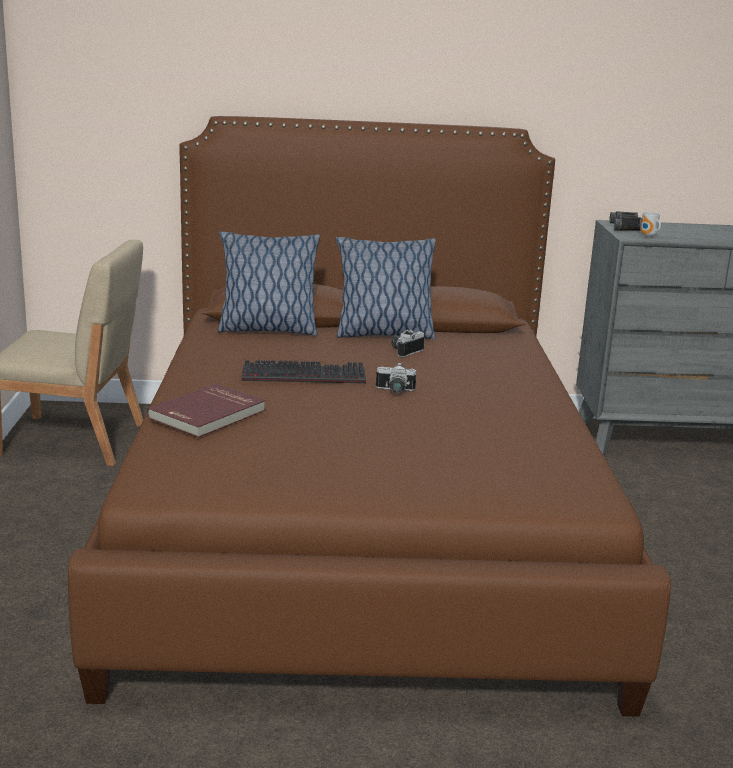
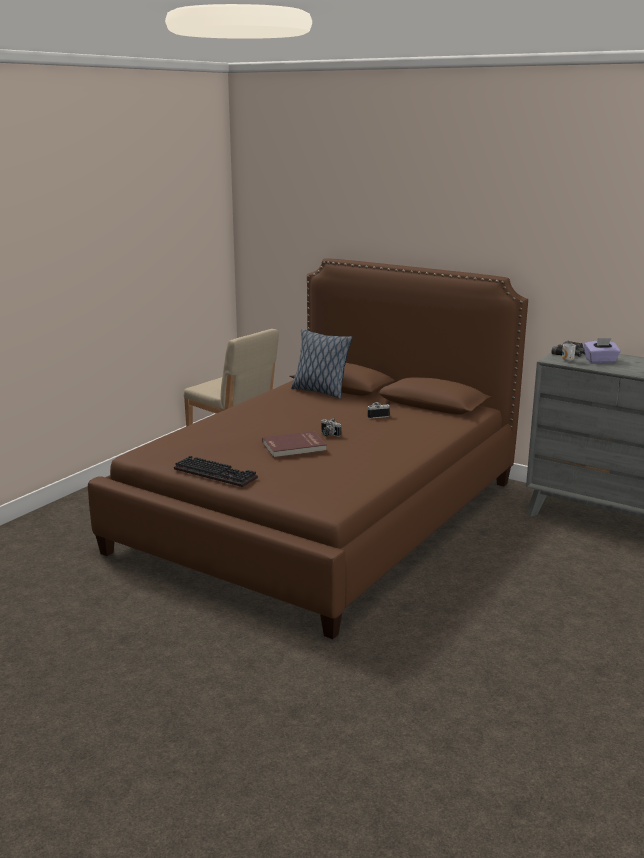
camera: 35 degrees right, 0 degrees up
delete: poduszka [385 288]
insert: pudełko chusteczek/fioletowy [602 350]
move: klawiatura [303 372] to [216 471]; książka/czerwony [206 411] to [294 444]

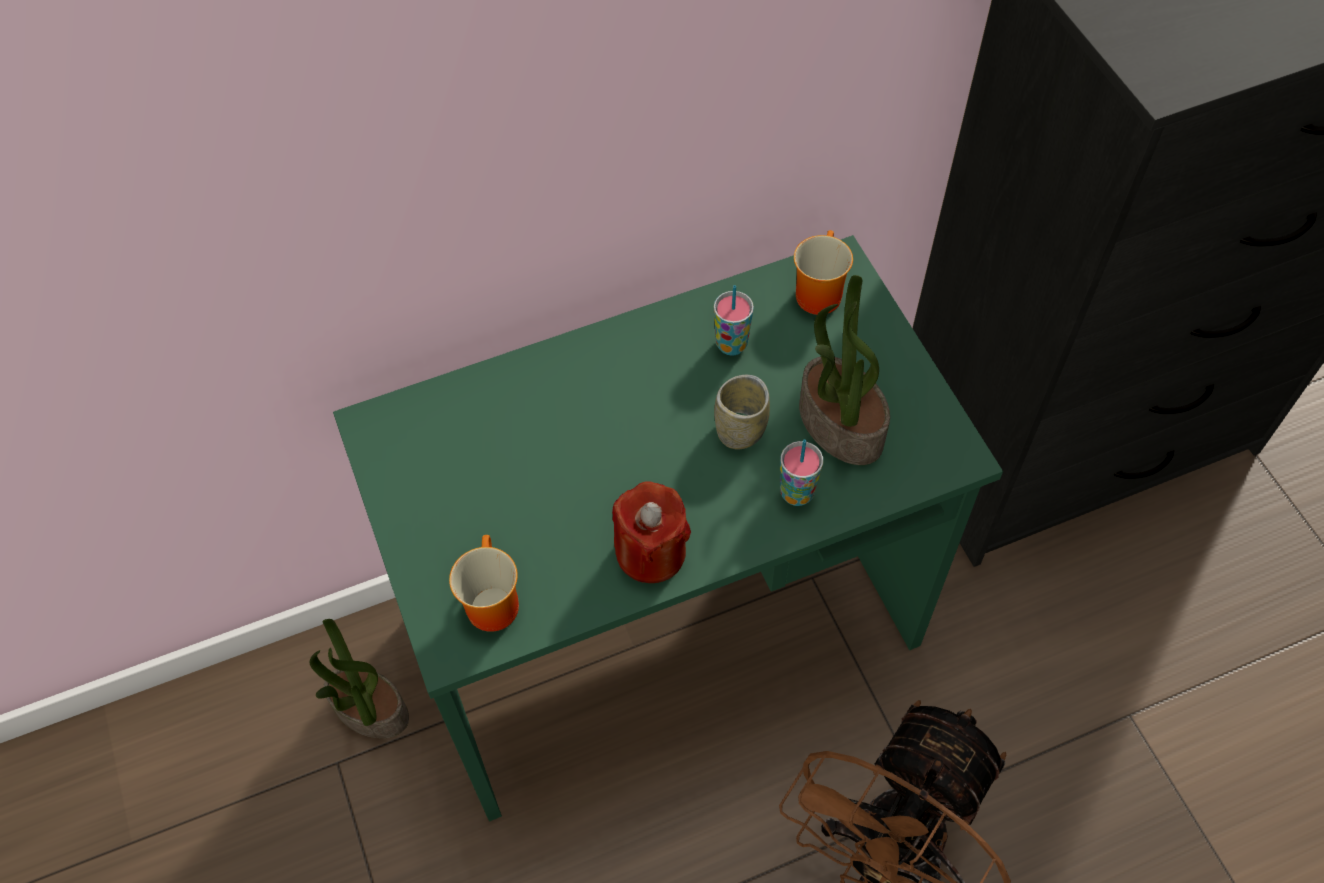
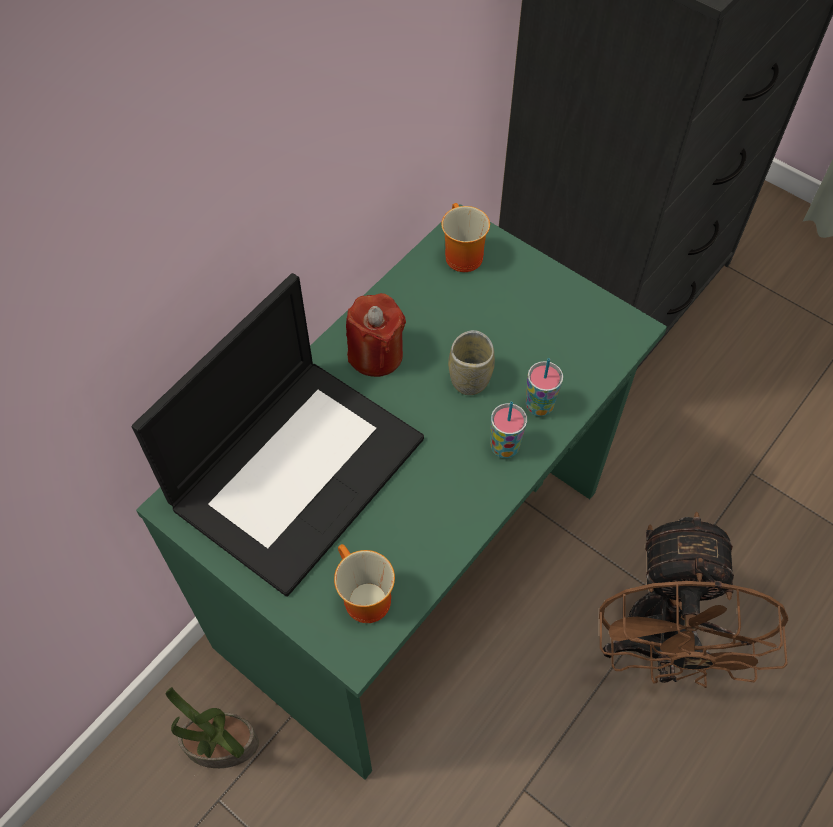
camera: 30 degrees left, 0 degrees up
delete: roślina doniczkowa [844 370]
insert: laptop [278 434]
move: filiżanka [734 320] to [509 430]; świeca/czerwony [651 532] to [376 335]

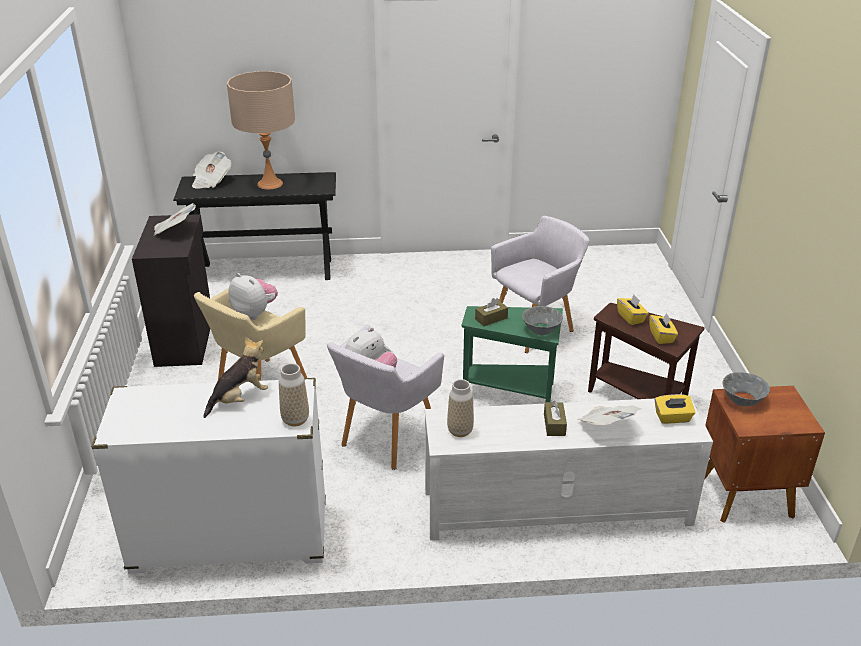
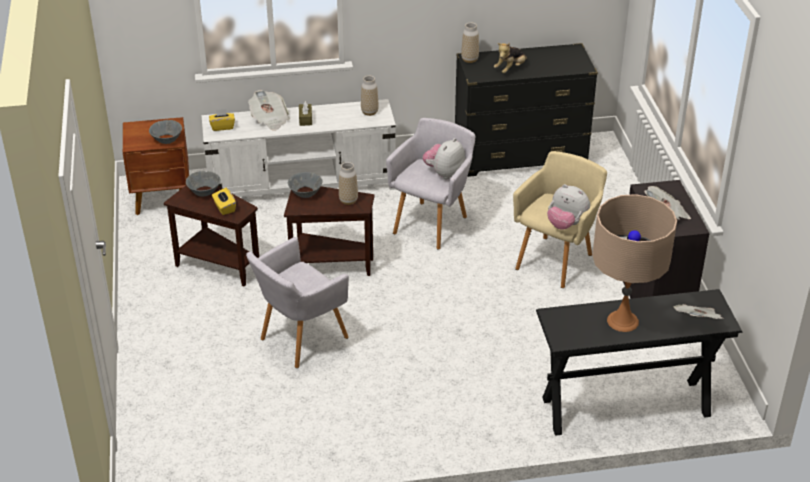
camera: 175 degrees right, 5 degrees up
replace: pudełko chusteczek/brązowy [491 312] to wazon [348 183]; pudełko chusteczek/żółty [664 328] to miska/szary [203 184]
recolor: stolik/zielony [512 354] to stolik/brązowy [329 231]; komoda/biały [208 476] to komoda/czarny [526 110]

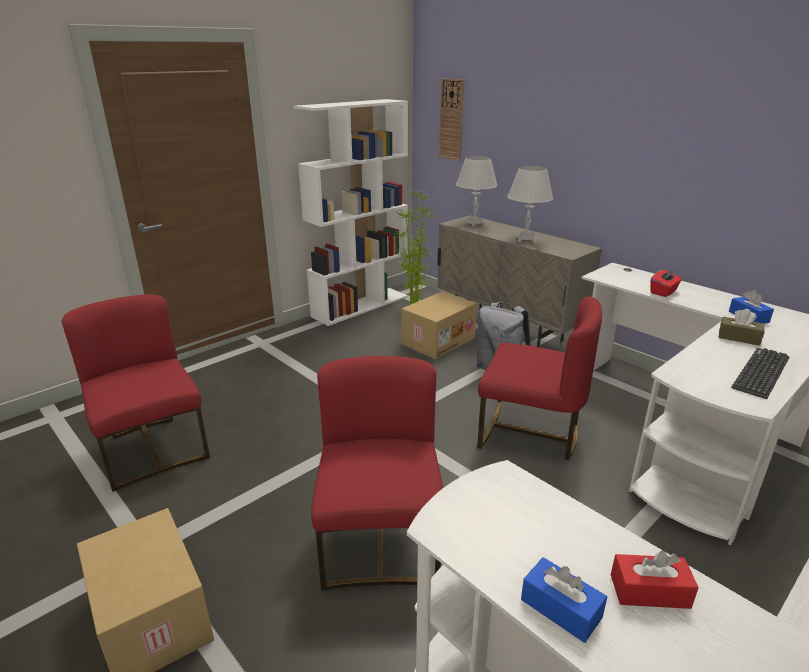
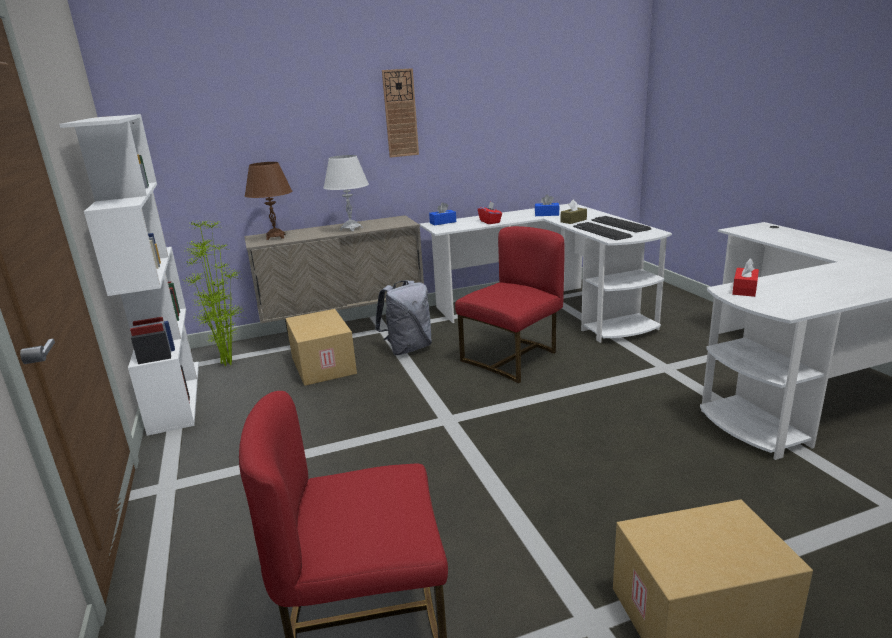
camera: 65 degrees left, 5 degrees down
delete: krzesło/czerwony [377 473]
insert: klawiatura [602 231]
move: zegar ścienny [451 119] to [400 113]; pudełko chusteczek/czerwony [655 580] to [745 277]; pudełko chusteczek/niebieski [564 600] to [442 213]
recolor: lampa stołowa/biały [477 191] to lampa stołowa/brązowy [268 201]

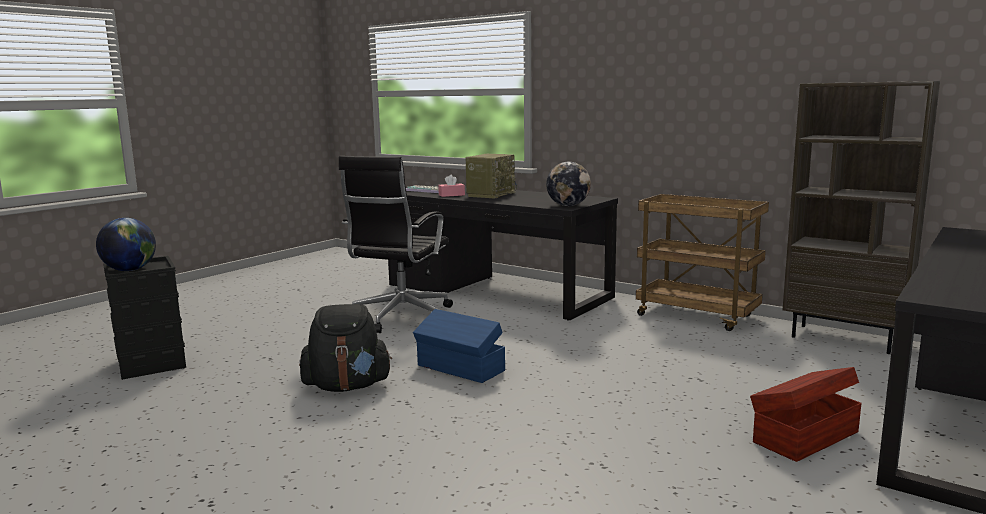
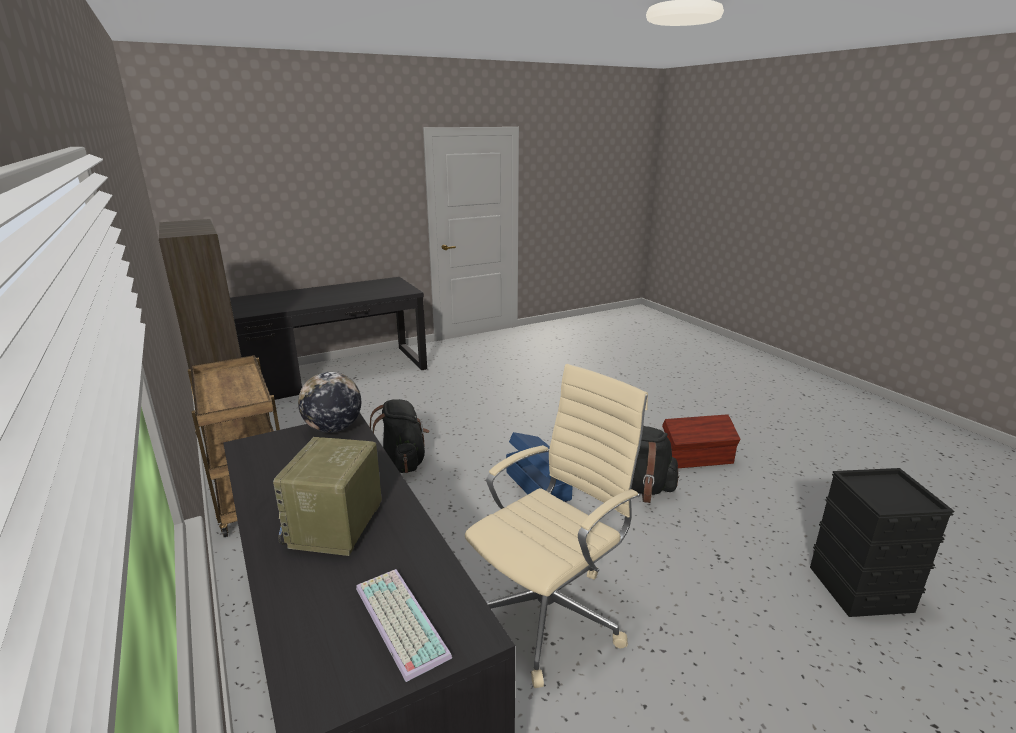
camera: 155 degrees left, 10 degrees up
delete: pudełko chusteczek/różowy [451 186]; globus [126 244]
insert: plecak/czarny [399 436]
move: pojemnik do przechowywania/brązowy [805 414] to [701 441]
recolor: krzesło biurowe/czarny [396 244] to krzesło biurowe/beżowy [556 526]
rotate: radio [491 176] = [327 496] 45 degrees counterclockwise

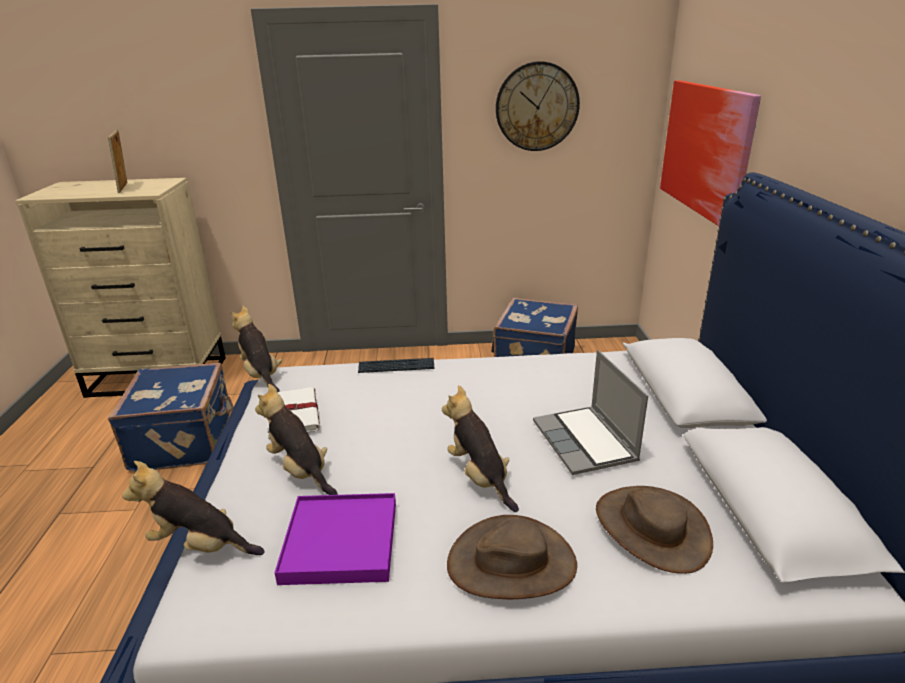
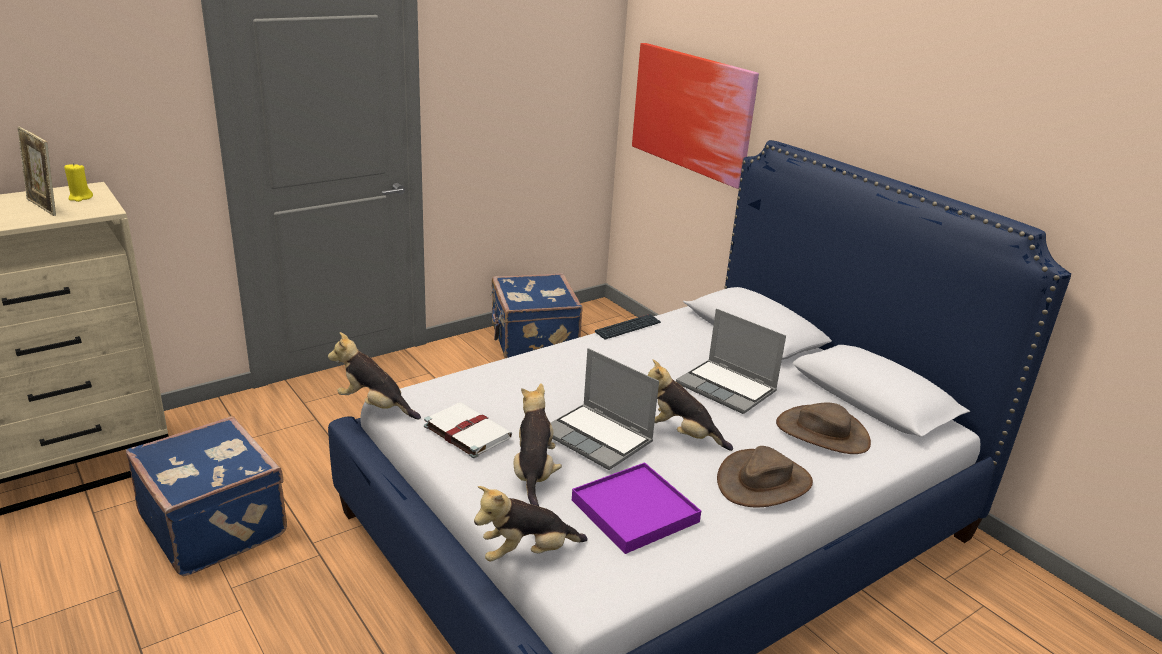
camera: 35 degrees left, 0 degrees up
delete: zegar ścienny [538 106]
insert: świeca/żółty [78 182]; laptop [605 409]
move: klawiatura [396 365] to [628 327]
rotate: pluszak [296 439] = [537 444] 75 degrees clockwise

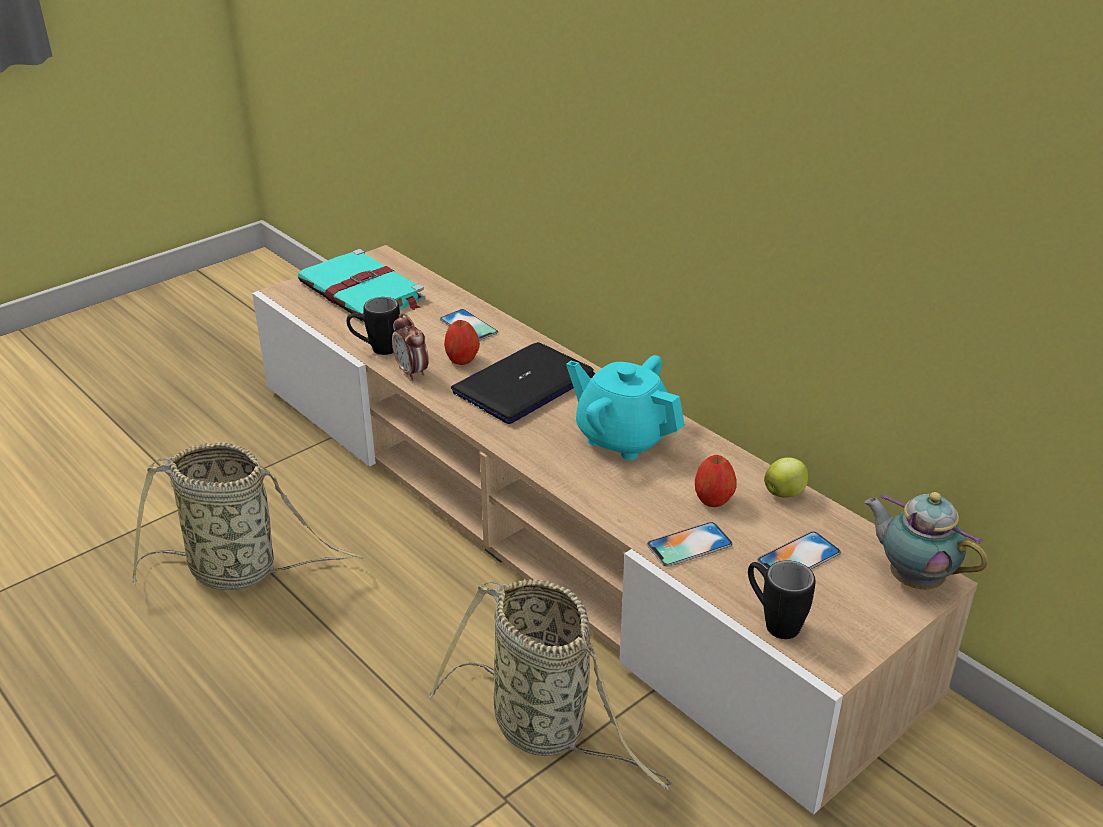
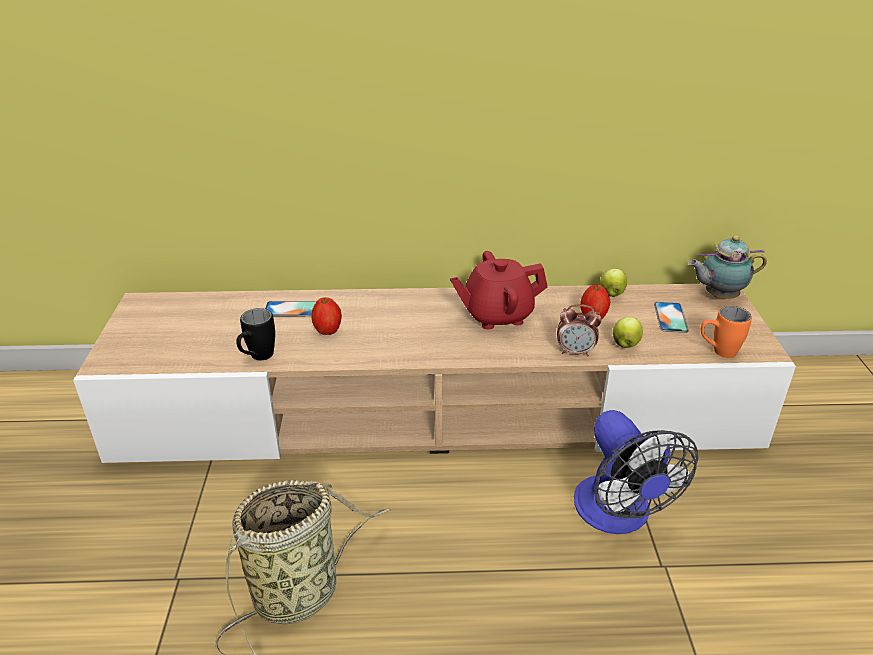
camera: 50 degrees left, 0 degrees up
delete: książka/turkusowy [361 285]; laptop [523 383]
move: budzik [410 347] to [579 330]
replace: telefon [690 544] to jabłko [628 332]; koszyk [550 684] to wentylator [636 472]
recolor: imbryk/turkusowy [625 407] to imbryk/czerwony [499 290]; kubek/czarny [782 599] to kubek/pomarańczowy [726 332]

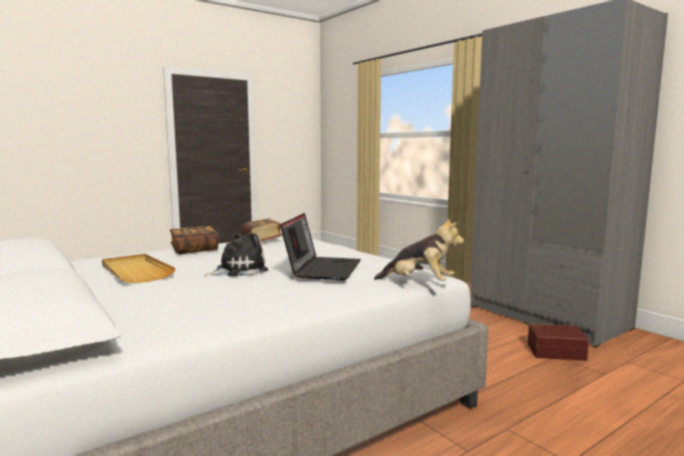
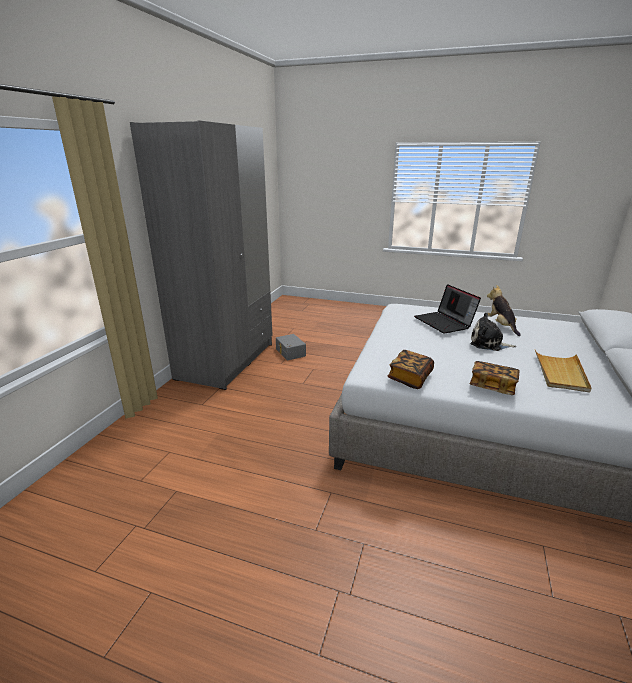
camera: 125 degrees left, 15 degrees up
move: pluszak [419 249] to [503 310]
recolor: pojemnik do przechowywania/brązowy [558 342] to pojemnik do przechowywania/szary [291 347]
rotate: laptop [320 246] = [447 309] 90 degrees counterclockwise

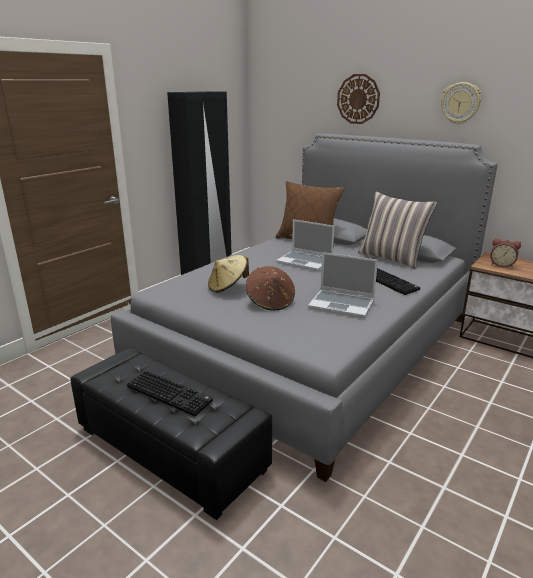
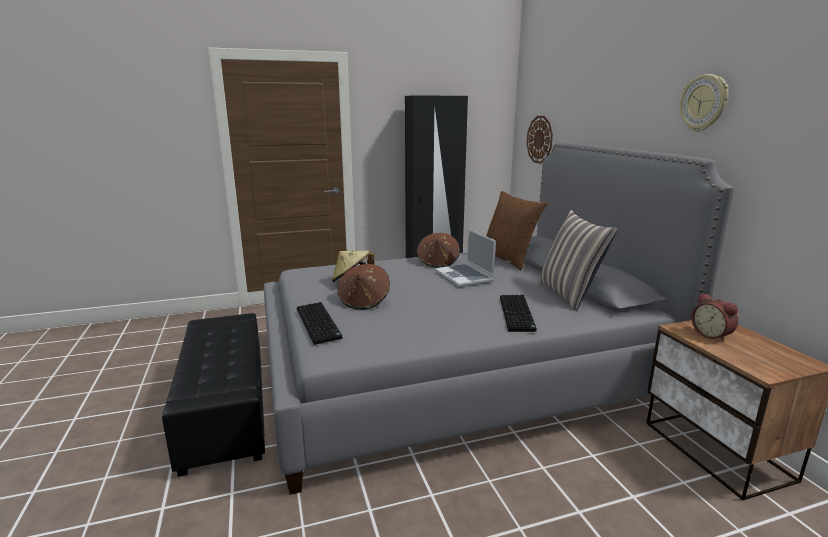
camera: 35 degrees right, 5 degrees down
delete: laptop [343 285]
insert: kapelusz/brązowy [438 250]
move: zegar ścienny [358 99] to [540 140]; klawiatura [170 393] to [320 323]

